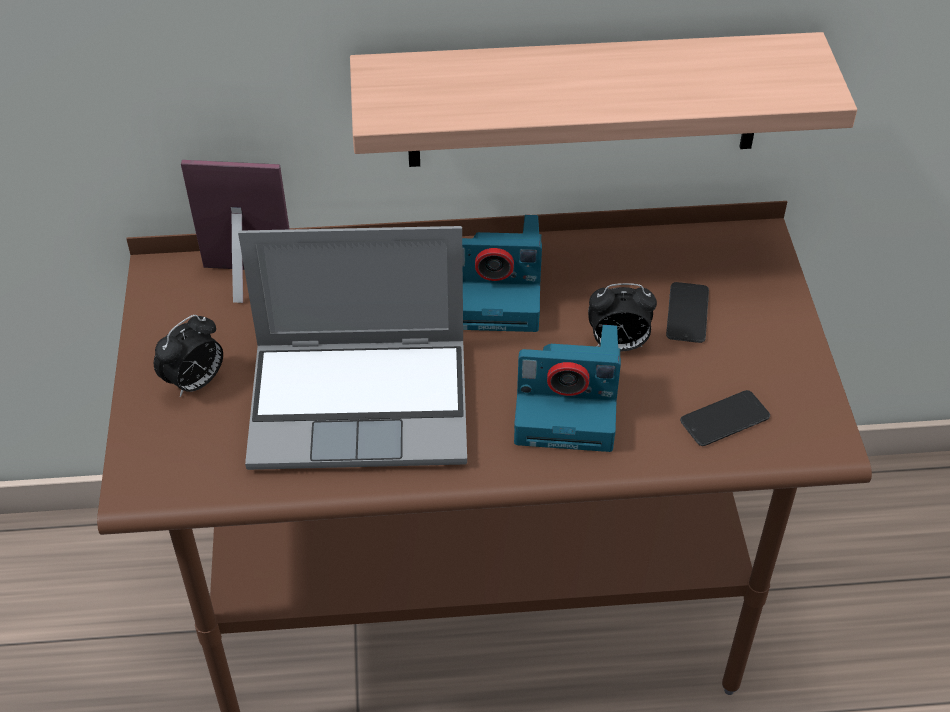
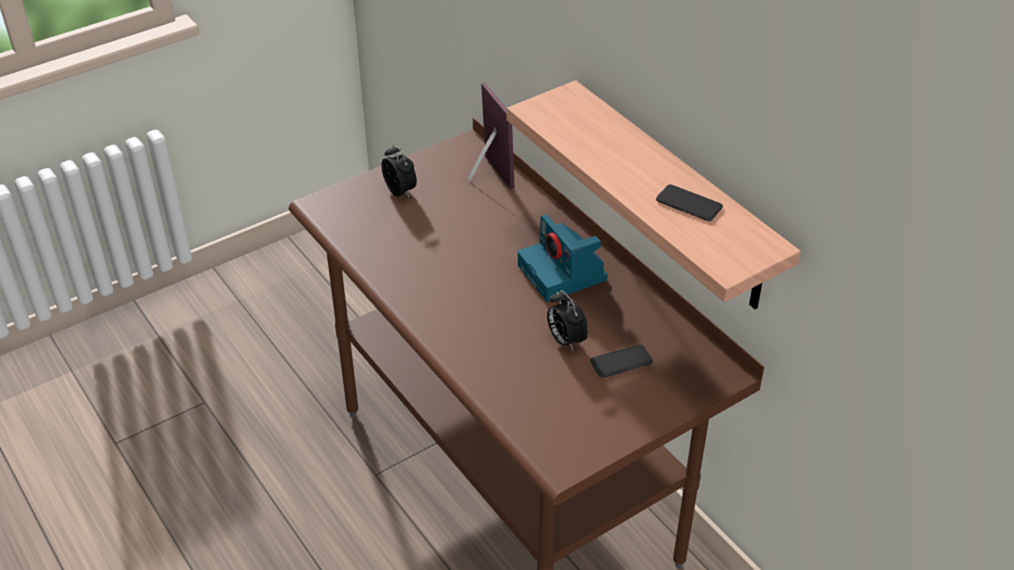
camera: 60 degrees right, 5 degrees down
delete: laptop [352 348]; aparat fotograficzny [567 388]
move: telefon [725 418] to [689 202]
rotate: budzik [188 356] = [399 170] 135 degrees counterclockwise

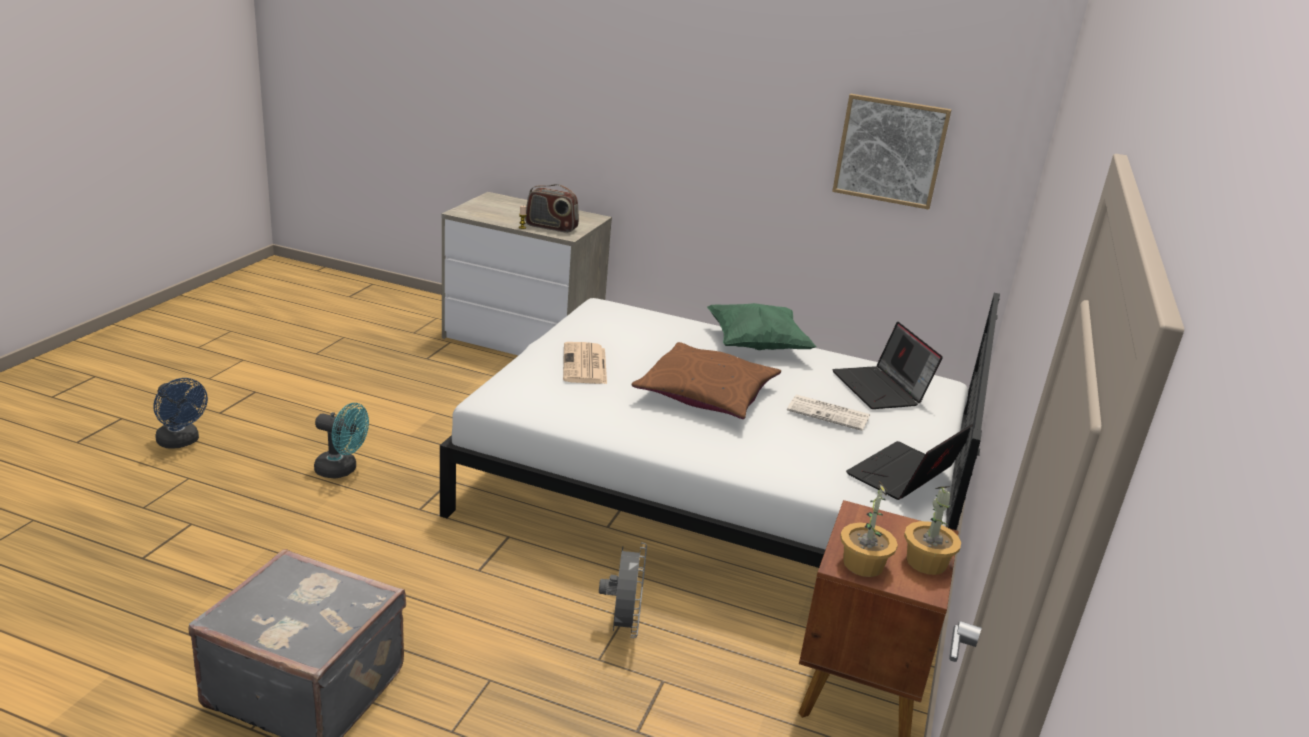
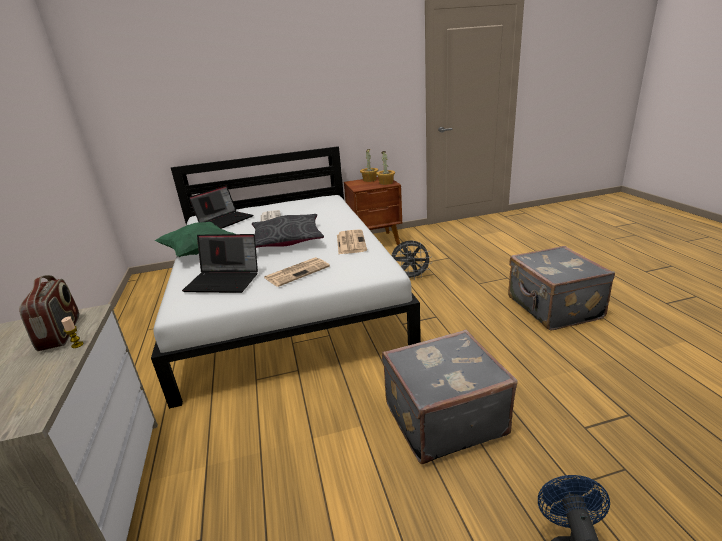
camera: 120 degrees left, 0 degrees up
delete: obraz [891 152]
insert: gazeta [352 241]
move: laptop [909 462] to [220 263]
replace: wentylator/turkusowy [341 441] to walizka/szary [450 396]
recolor: poduszka/brązowy [706 380] to poduszka/szary [288 231]
rotate: wentylator/szary [623 590] = [411 260] 150 degrees counterclockwise

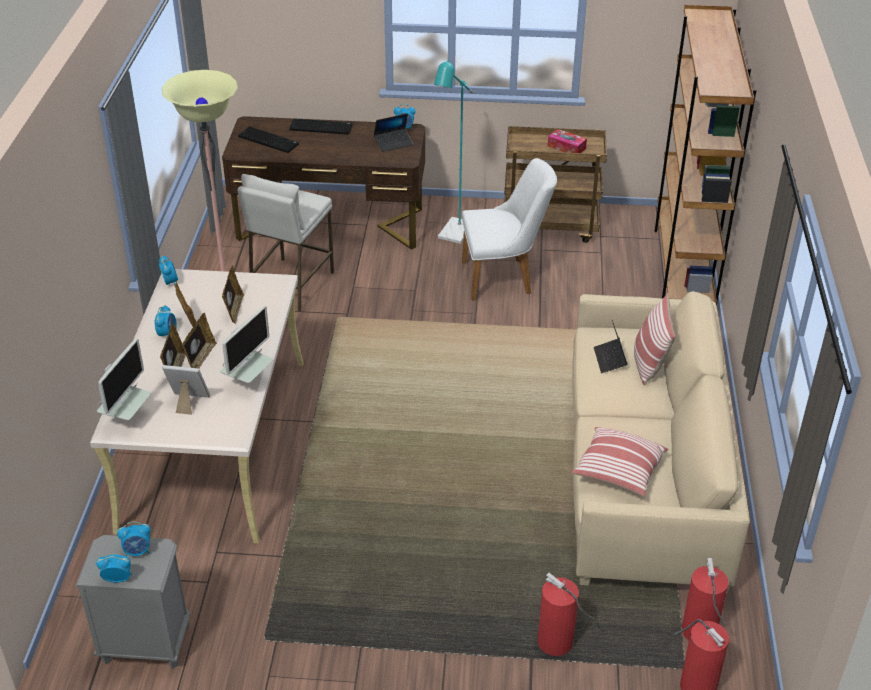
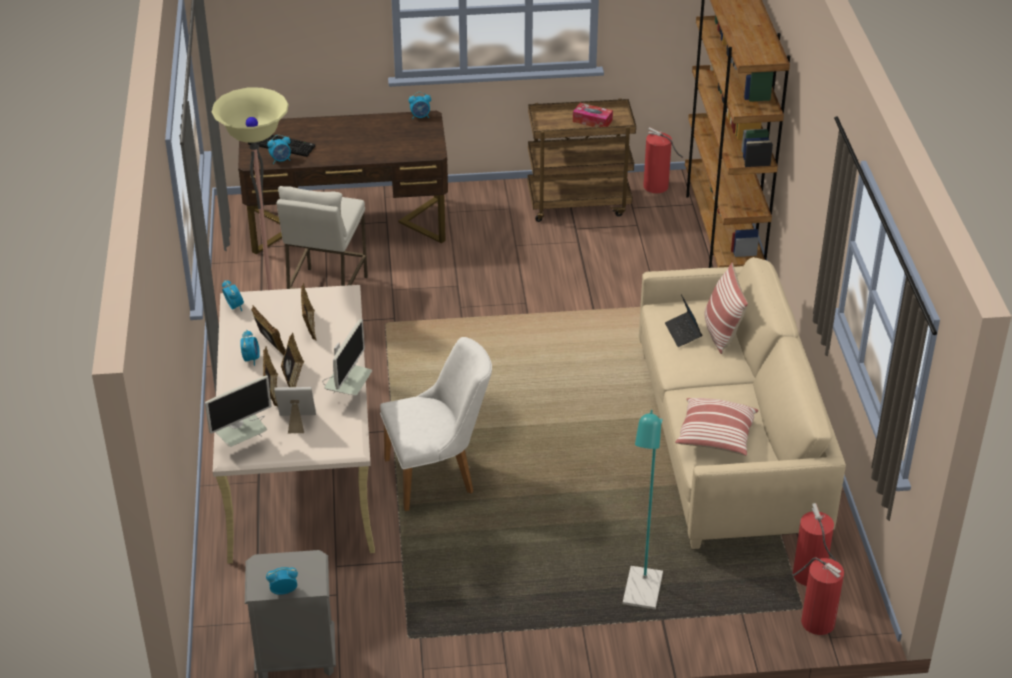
camera: 10 degrees left, 0 degrees up
delete: laptop [393 133]; klawiatura [320 127]
move: lampa stojąca/turkusowy [453 151] to [643 509]; krzesło/biały [509 229] to [436 424]; budzik [134 538] to [279 149]; gaśnica [566 614] to [663 160]
rotate: monitor [124 379] = [238 411] 45 degrees clockwise

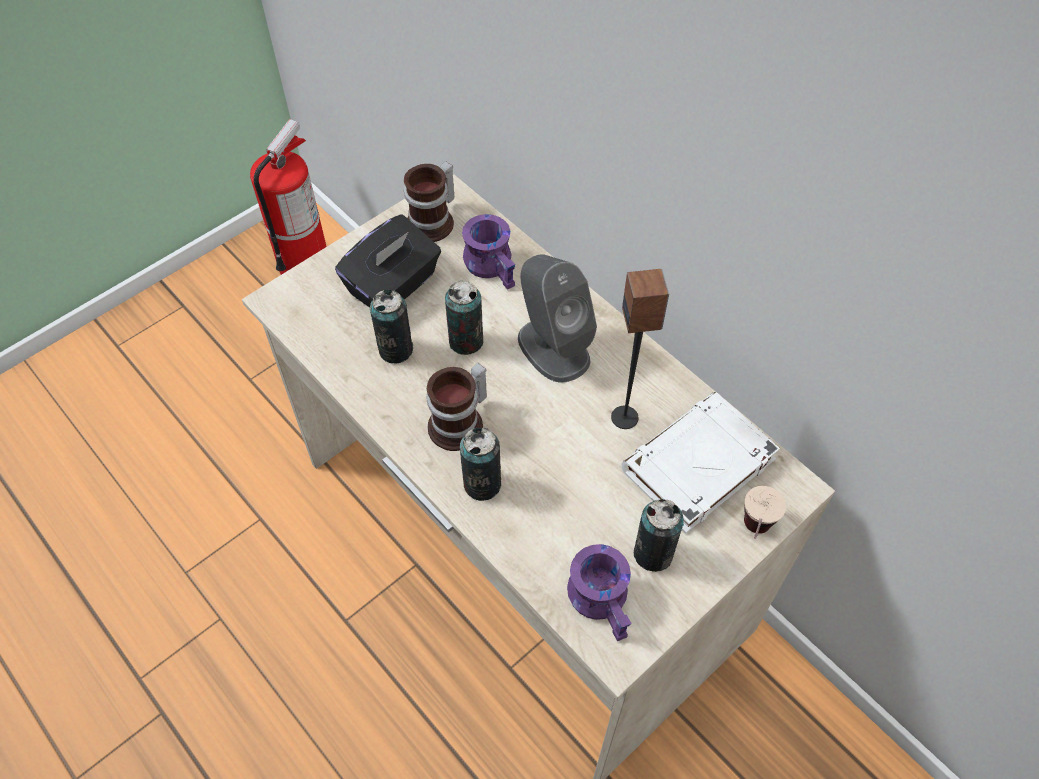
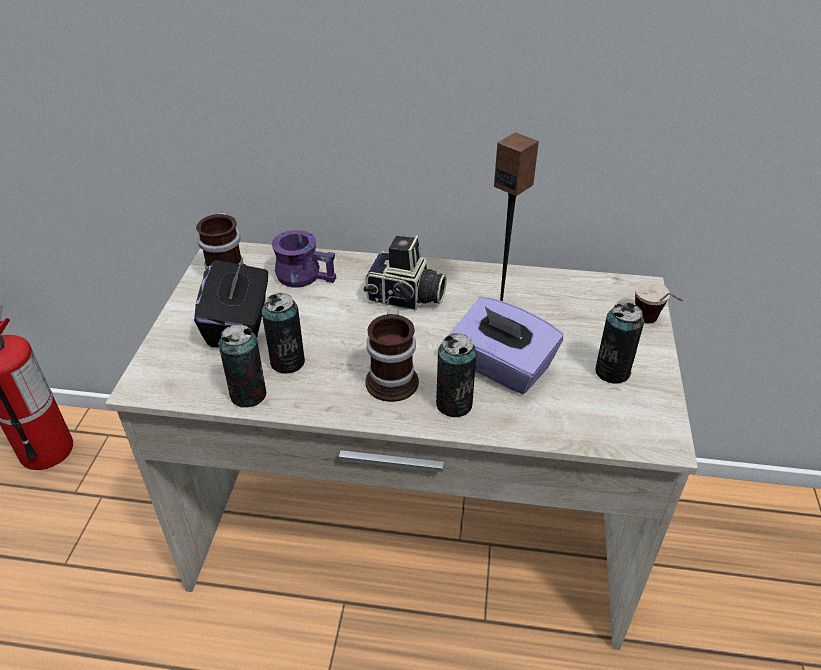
camera: 40 degrees left, 15 degrees down
delete: książka/biały [700 462]; kubek/fioletowy [599 592]
insert: pudełko chusteczek/fioletowy [506 345]
move: puszka [464 318] to [242 366]
replace: głośnik/szary [557 318] to aparat fotograficzny [405 272]

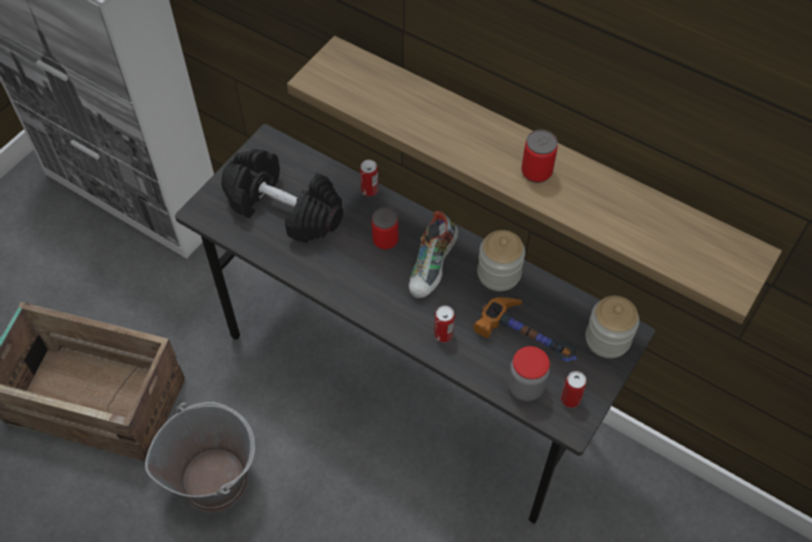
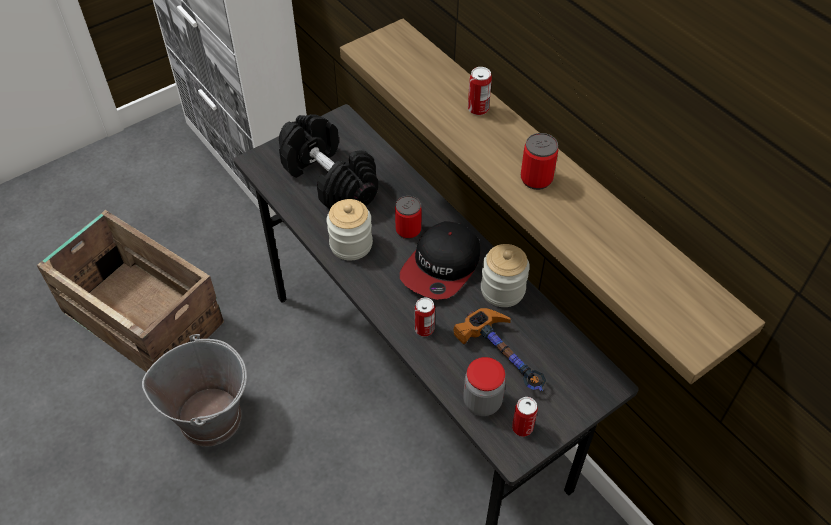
camera: 20 degrees right, 5 degrees down
move: puszka [369 178] to [480 91]; słoik [612 327] to [349 229]
replace: but [434 254] to czapka z daszkiem [440 260]

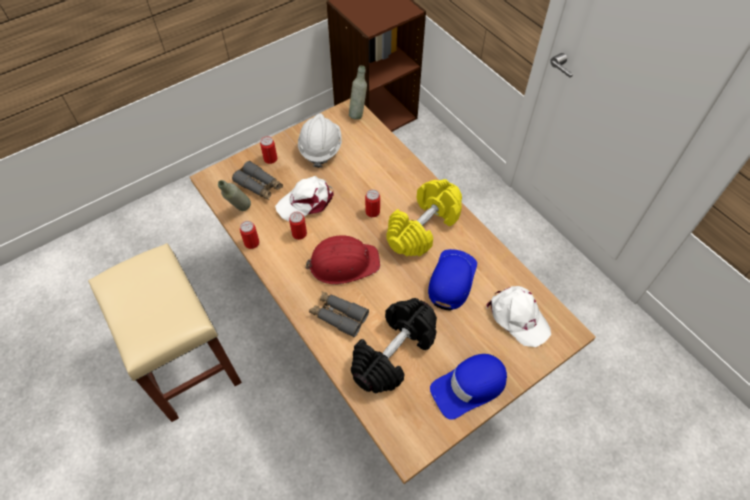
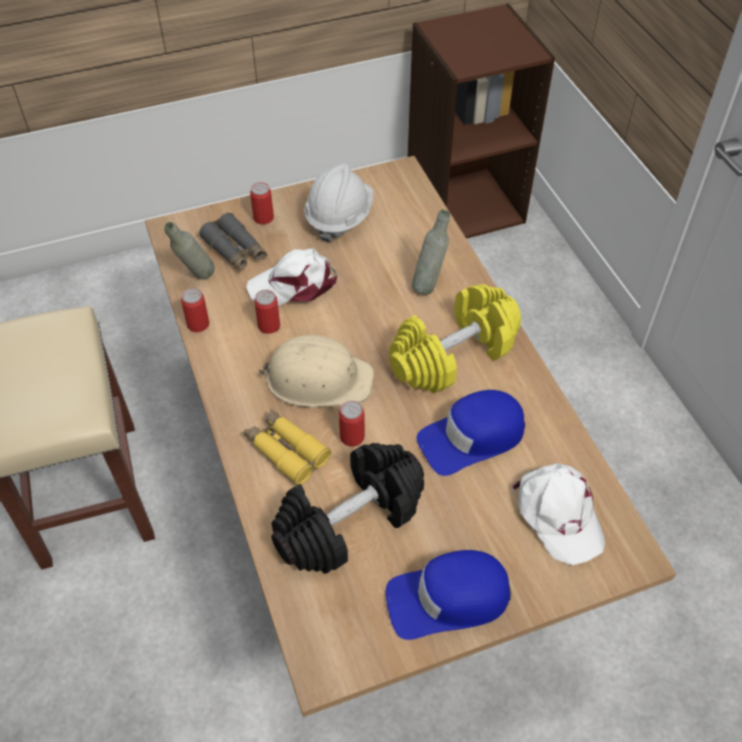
camera: 15 degrees right, 5 degrees down
move: butelka/szary [358 92] to [431 252]; puszka [372 203] to [352 424]
recolor: kask/czerwony [342 259] to kask/beżowy [316 371]; lornetka/szary [339 314] to lornetka/żółty [287 447]
rotate: czapka z daszkiem/niebieski [452 279] = [471 433] 150 degrees counterclockwise

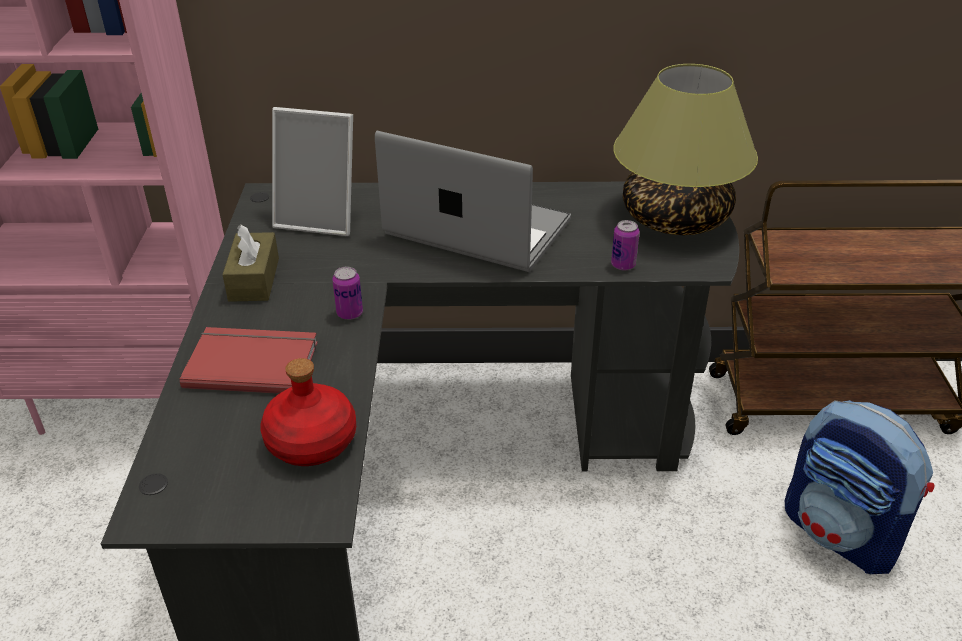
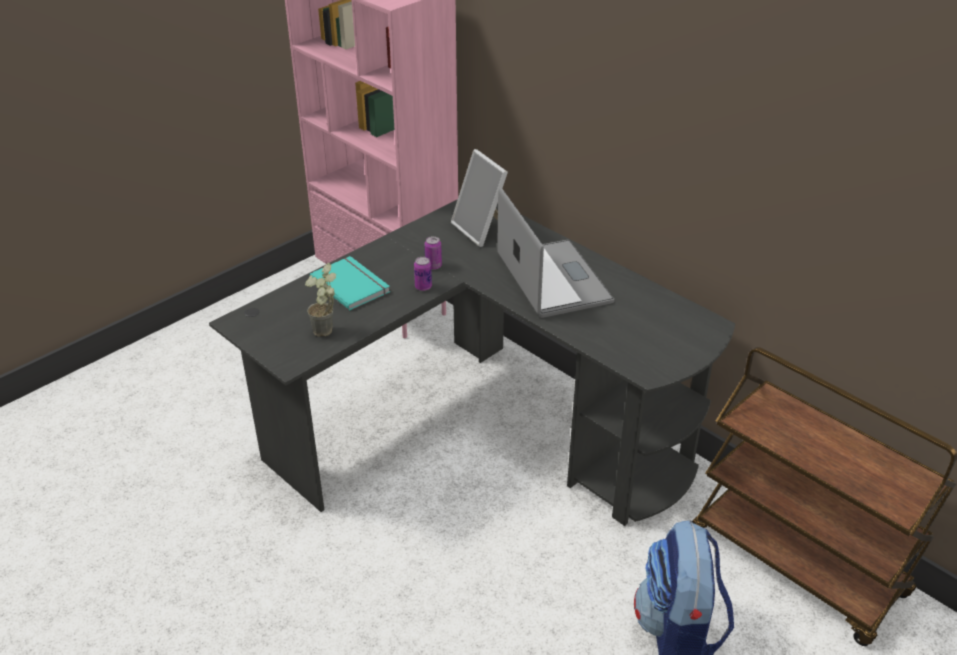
camera: 45 degrees right, 0 degrees up
delete: lampa stołowa [685 149]; pudełko chusteczek/brązowy [250 263]
move: puszka [625 245] to [433 253]
replace: butelka/czerwony [308 412] to roślina doniczkowa [320 299]
recolor: książka/czerwony [248 360] to książka/turkusowy [350 283]

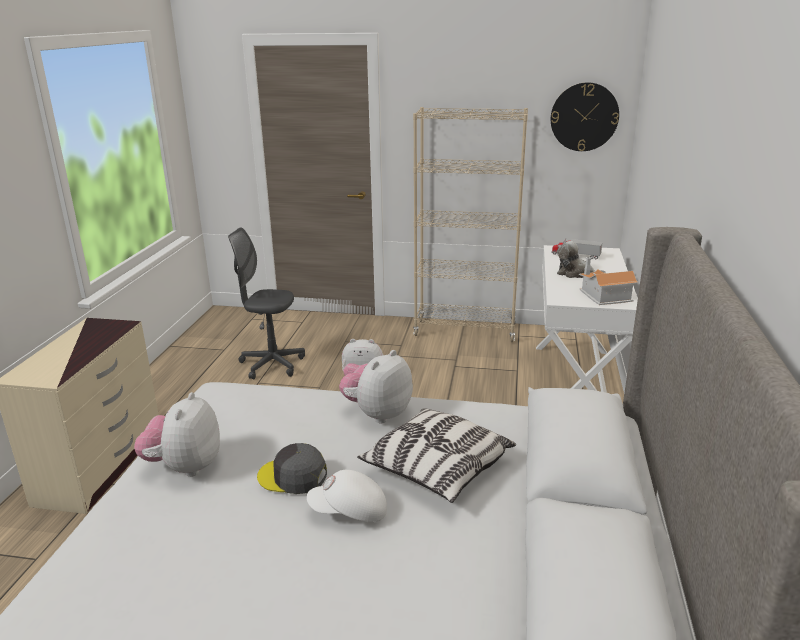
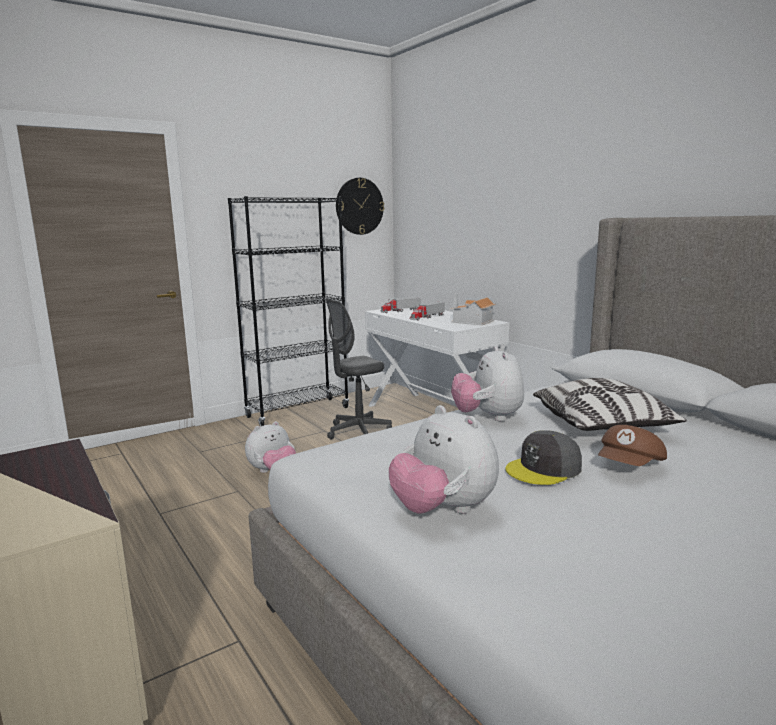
camera: 45 degrees left, 10 degrees down
move: krzesło biurowe/szary [266 303] to [359 369]
replace: pluszak [581 259] to ciężarówka zabawkowa [427 311]
recolor: regał/beżowy [470 224] to regał/czarny [288 311]; czapka z daszkiem/biały [347 496] to czapka z daszkiem/brązowy [632 445]

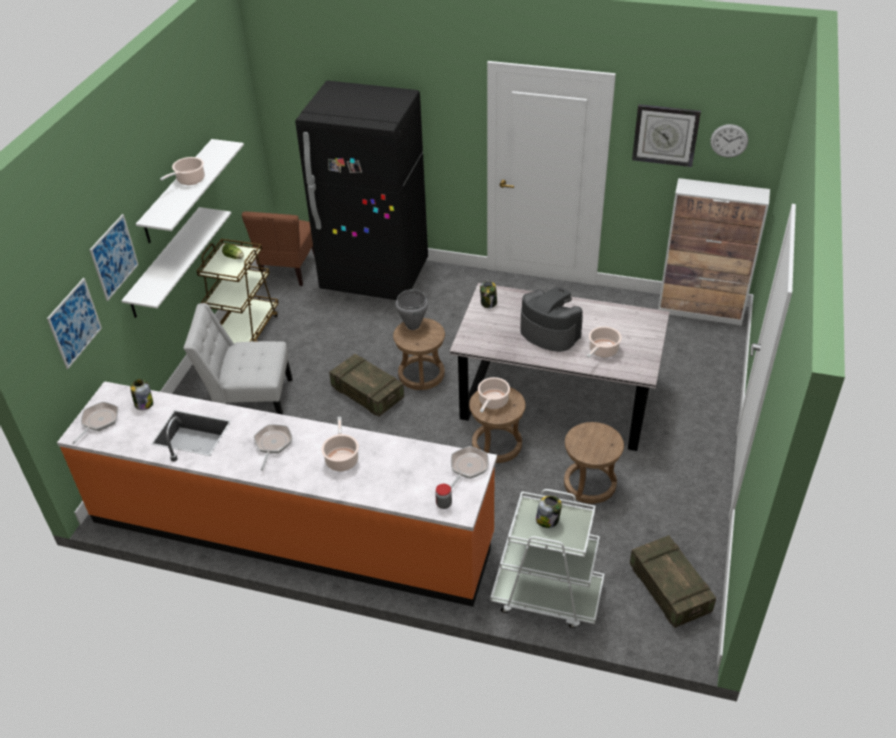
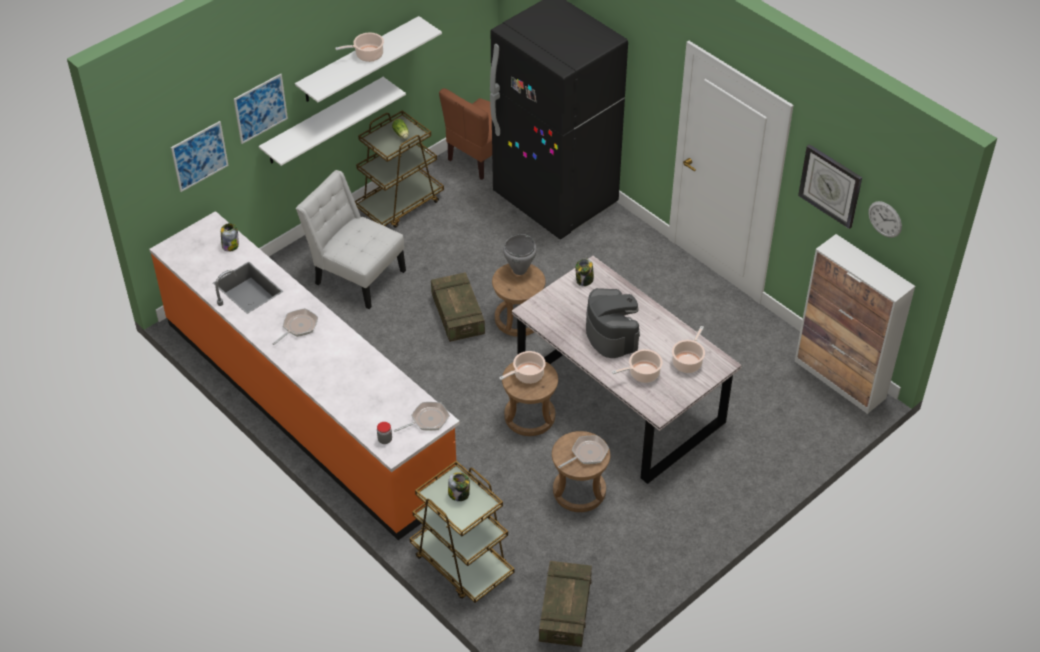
camera: 30 degrees right, 5 degrees up
move: patelnia [95 423] to [583 451]; garnek [340 444] to [688 349]
recolor: wózek/biały [547 558] to wózek/brązowy [461 532]

